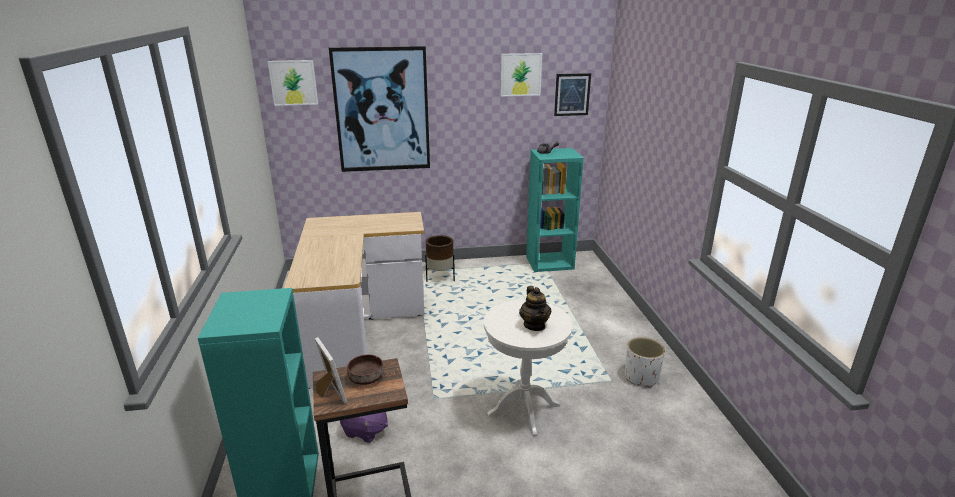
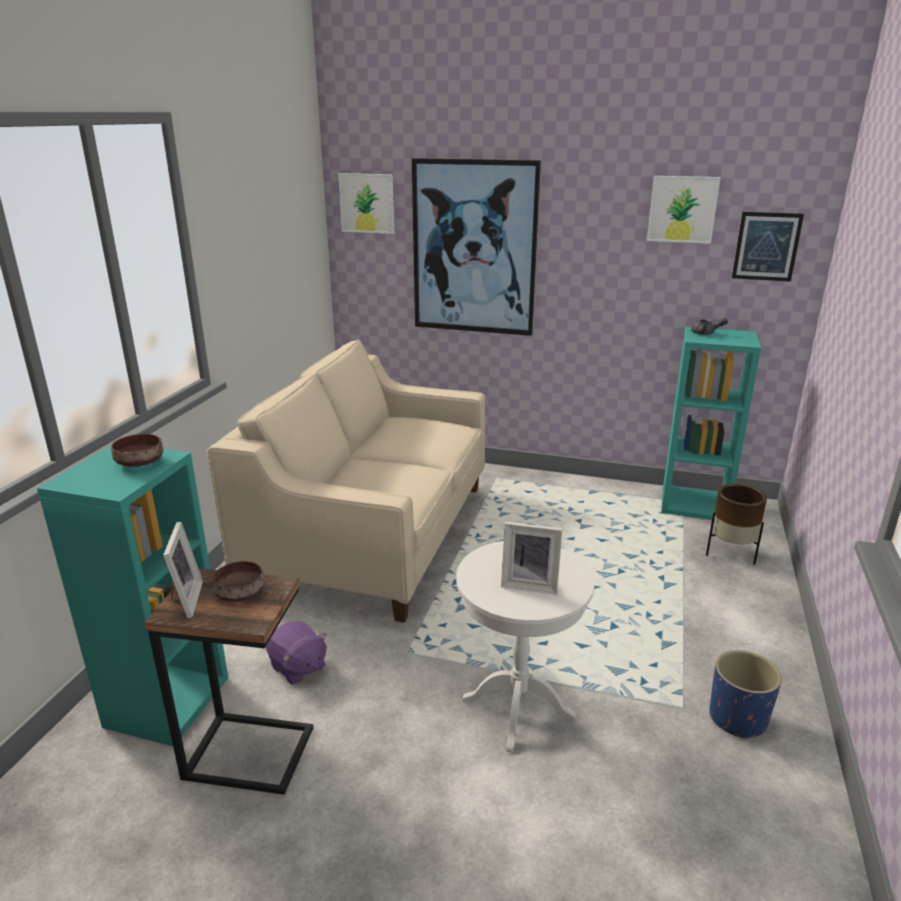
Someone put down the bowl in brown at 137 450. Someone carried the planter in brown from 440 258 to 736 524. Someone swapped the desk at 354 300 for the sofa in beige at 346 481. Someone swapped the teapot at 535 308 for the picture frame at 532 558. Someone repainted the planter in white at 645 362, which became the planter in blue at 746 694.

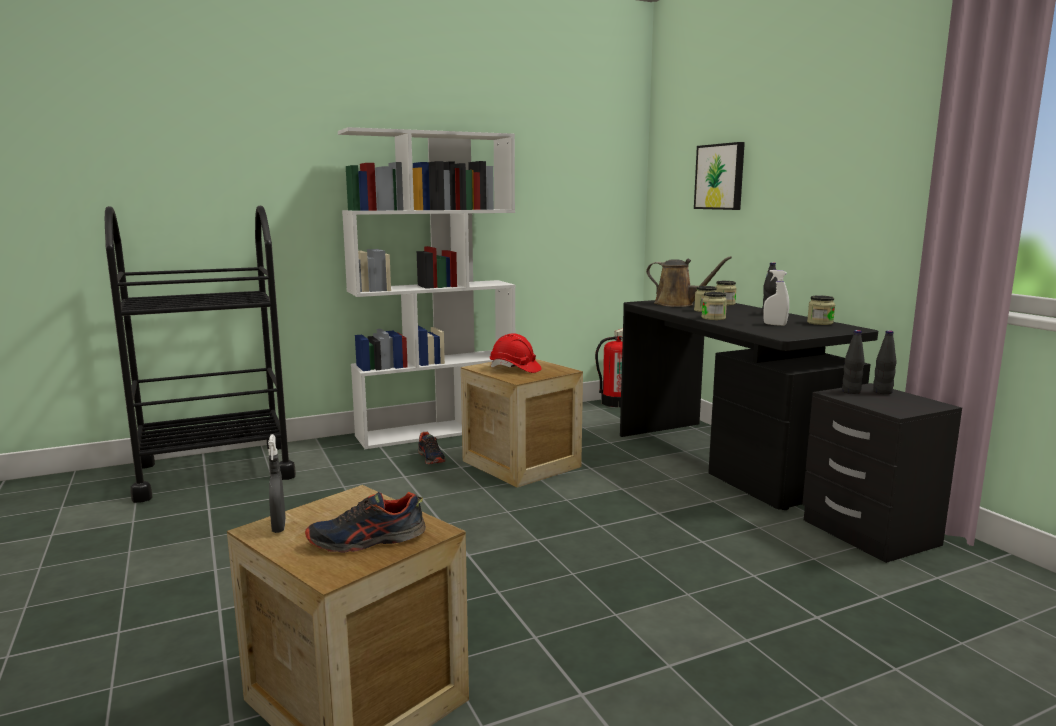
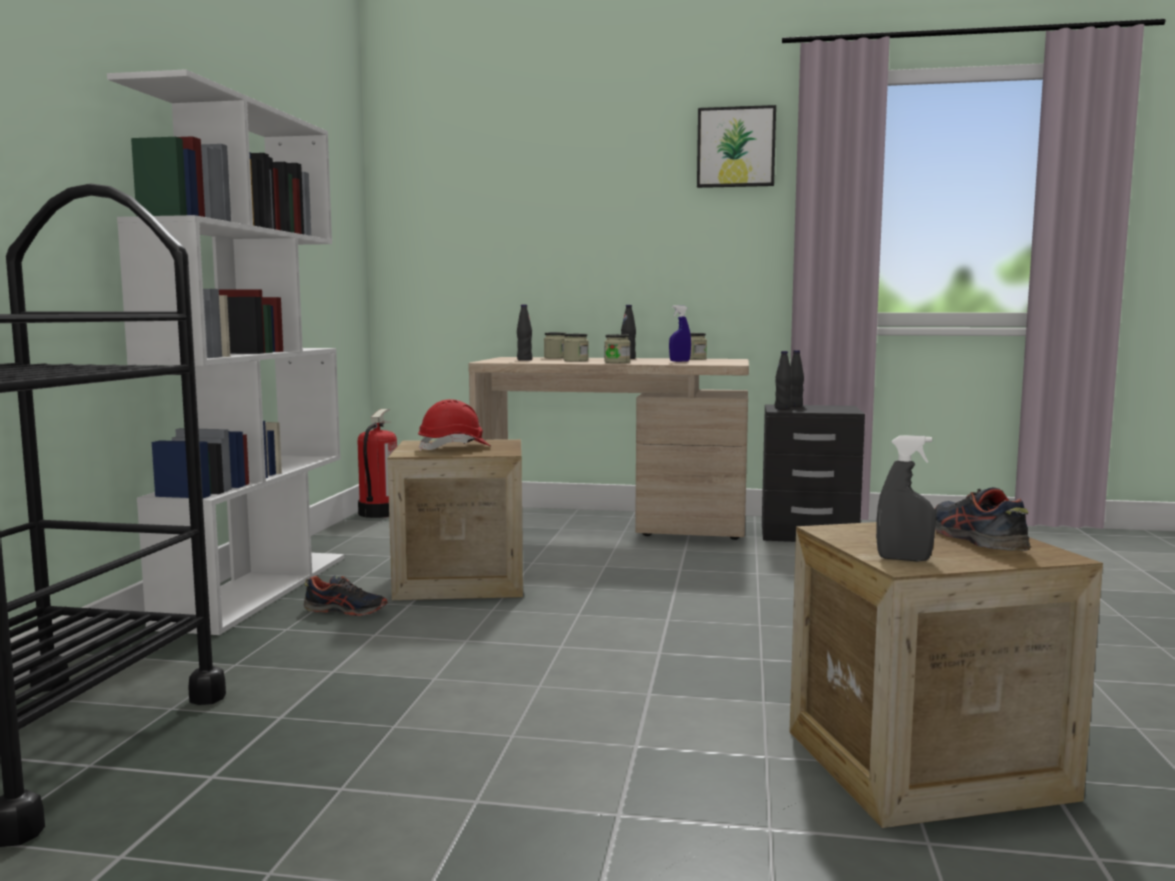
Someone carried the picture from 719 176 to 736 146. Someone swapped the watering can in brown at 689 281 for the bottle in black at 524 332. Someone repainted the desk in black at 749 405, which became the desk in beige at 608 448. Someone repainted the spray bottle in white at 776 298, which became the spray bottle in blue at 680 333. Someone rotated the shoe at 365 522 by 150 degrees clockwise.

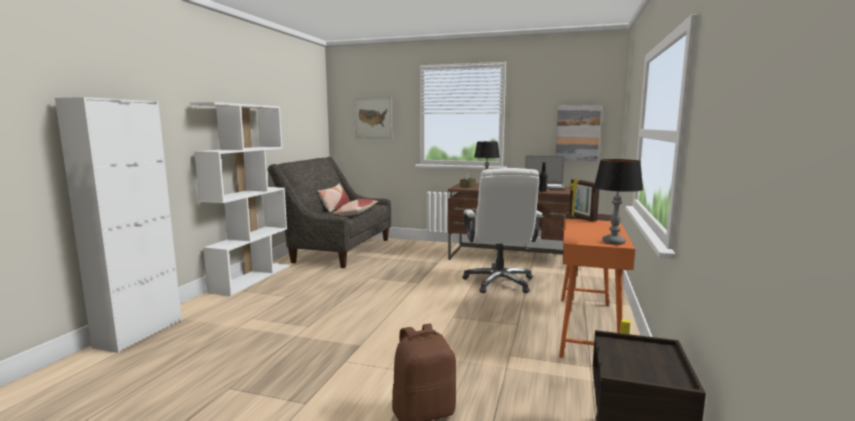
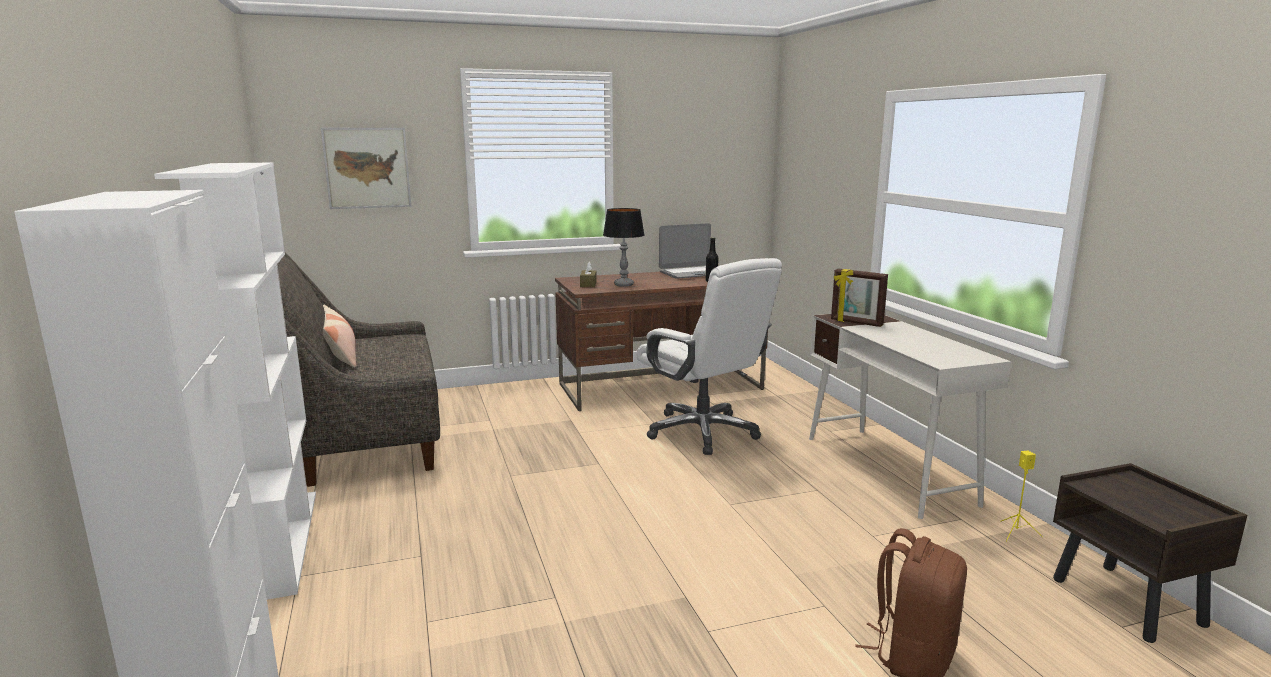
Someone took away the pillow at 355 207. Someone took away the picture at 578 133. Someone took away the table lamp at 618 202. Someone repainted the desk in orange at 597 285, which became the desk in white at 910 416.

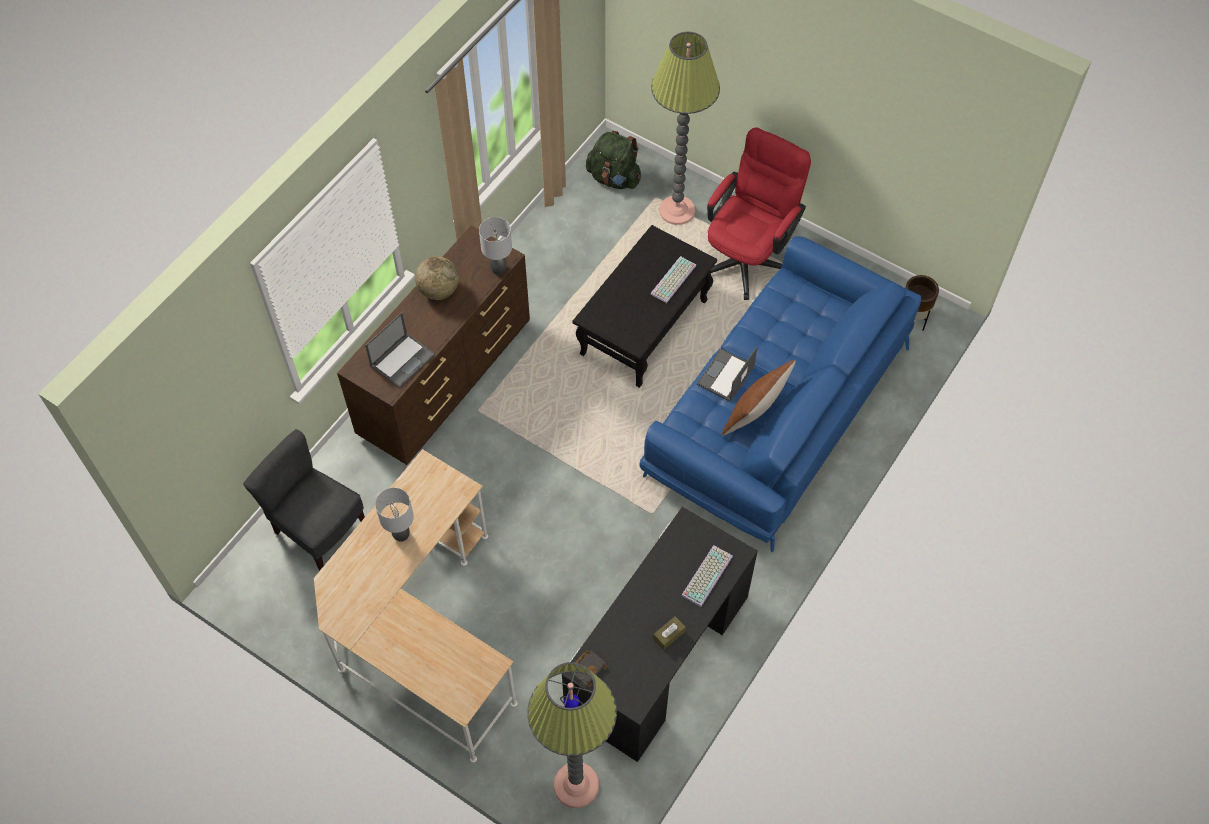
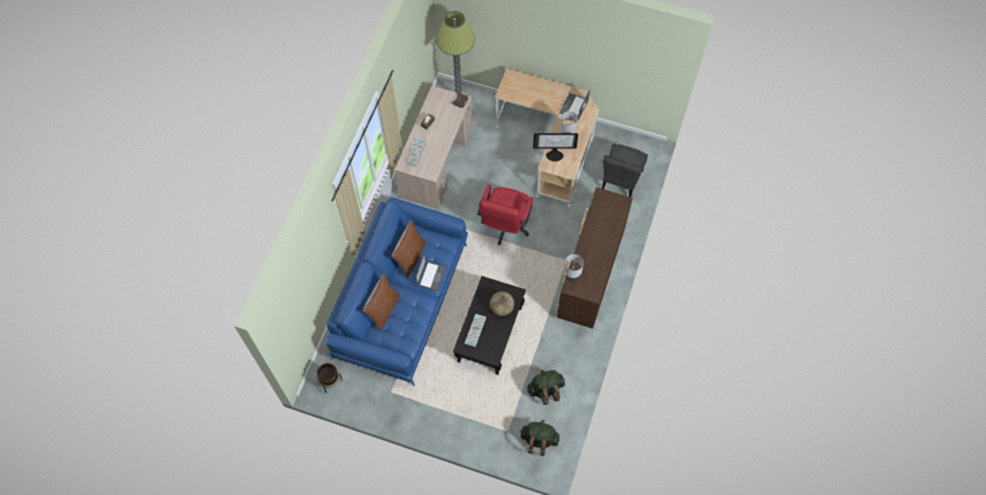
Someone took away the floor lamp at 685 128. Someone put down the pillow in brown at 381 302. Someone put down the backpack in green at 546 387. Someone put down the monitor at 555 147. Someone carried the laptop from 400 350 to 574 105. Someone carried the globe from 437 278 to 502 303. Someone carried the office chair in red from 759 213 to 505 215. Someone repainted the desk in black at 660 634, which became the desk in beige at 434 147. Someone rotated the chair in grey at 304 499 by 90 degrees clockwise.

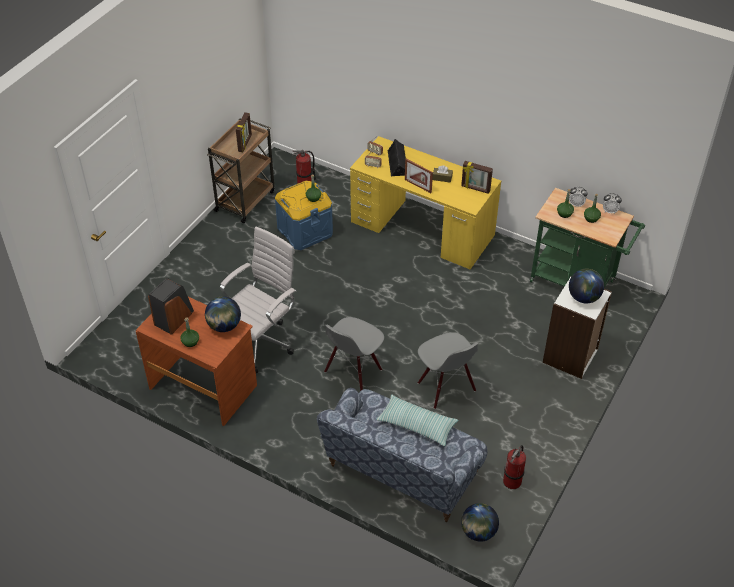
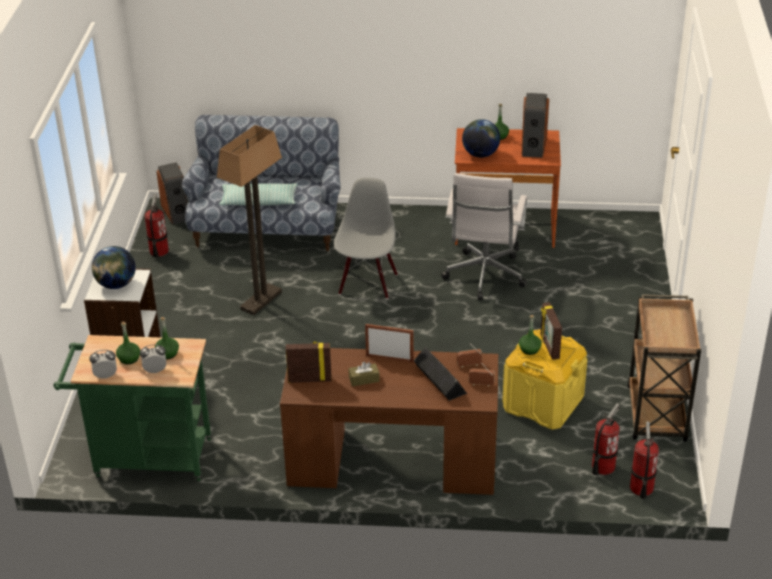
Someone put down the fire extinguisher at 644 460. Someone carried the picture frame from 244 132 to 551 331. Someone swapped the chair in grey at 448 370 for the floor lamp at 249 220. Someone swapped the globe at 480 522 for the speaker at 172 193. Someone repainted the storage box in blue at 304 215, which became the storage box in yellow at 544 379. Someone repainted the desk in yellow at 425 202, which became the desk in brown at 389 421.

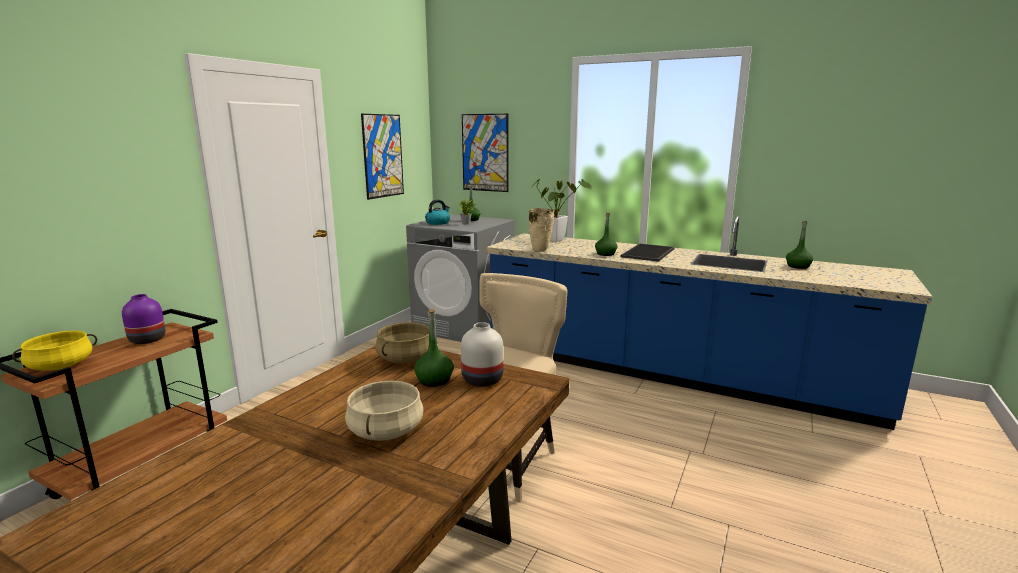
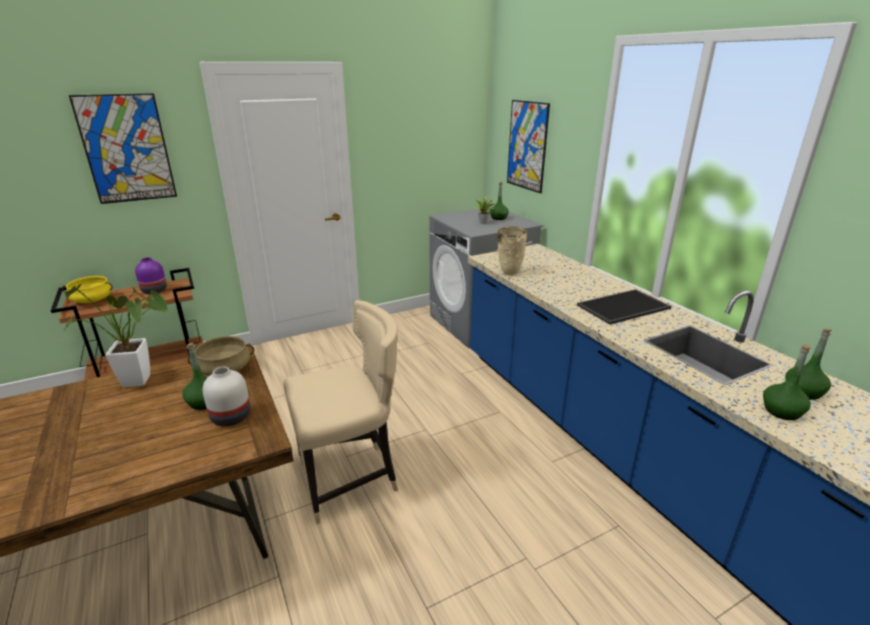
Someone took away the cooking pot in beige at 384 410. Someone took away the kettle at 437 212. Someone carried the picture from 382 157 to 123 148. Someone carried the potted plant from 562 210 to 116 335. Someone carried the bottle in green from 606 234 to 787 382.

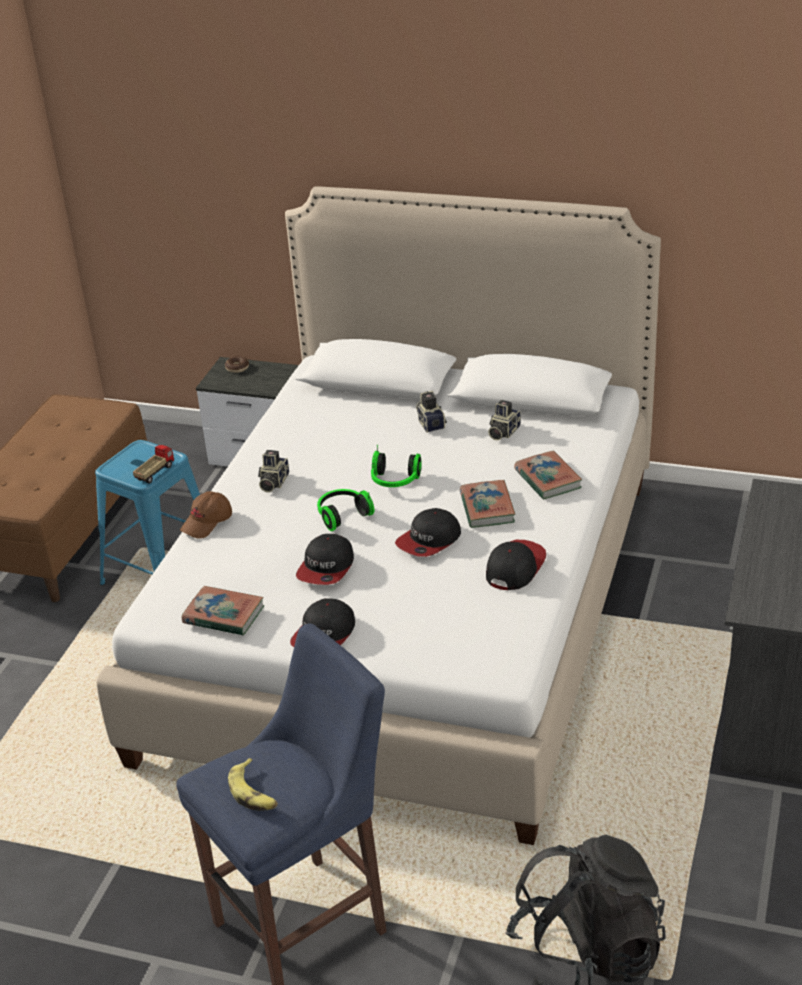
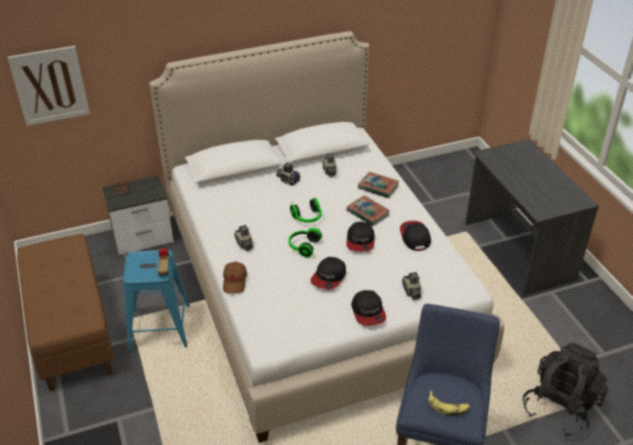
Someone took away the book at 223 611. Someone put up the picture at 48 86. Someone put down the photo camera at 412 286. Someone rotated the cap at 325 559 by 45 degrees clockwise.

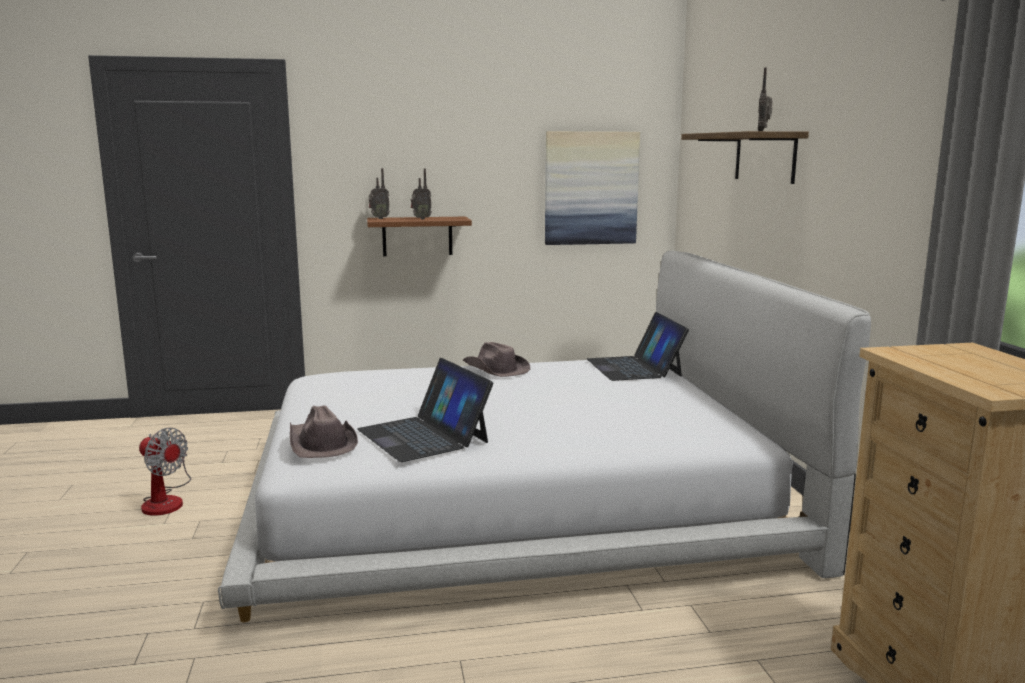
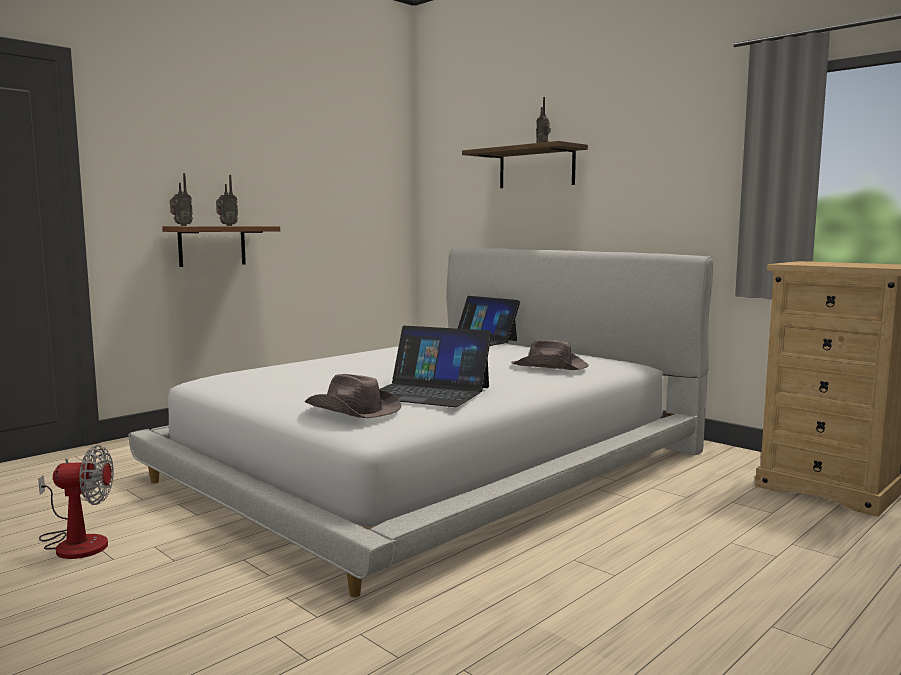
Someone took away the picture at 592 188. Someone carried the hat in brown from 496 359 to 549 355.

